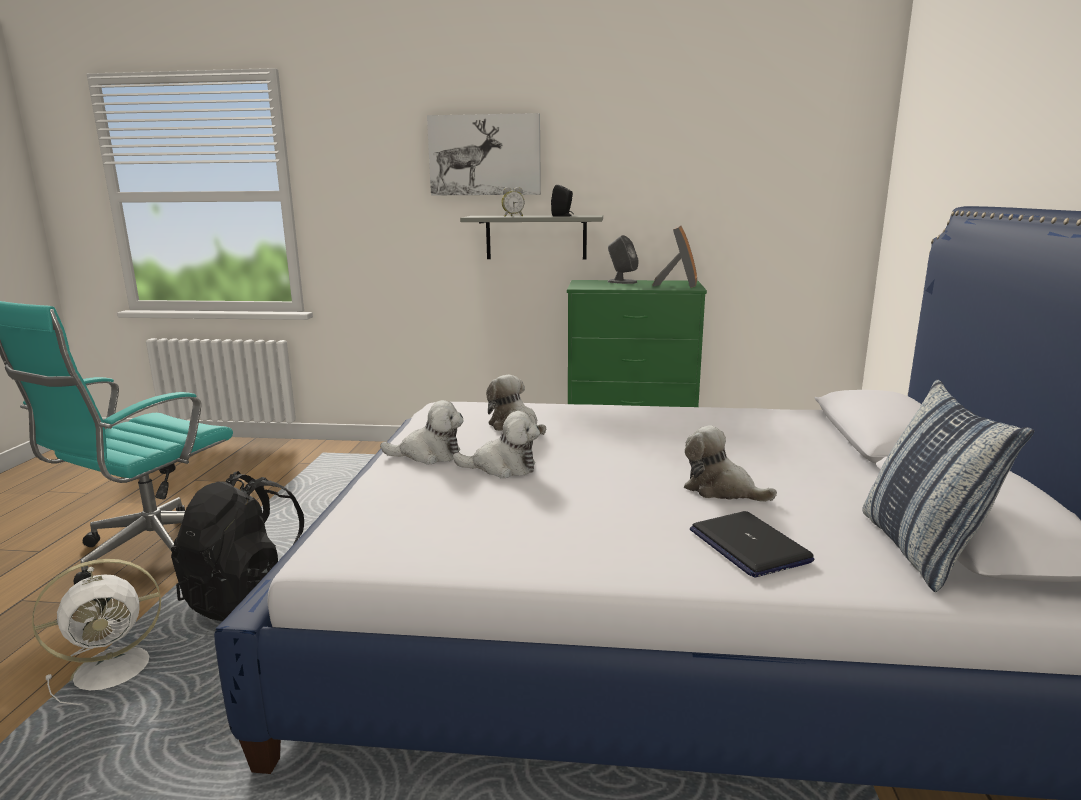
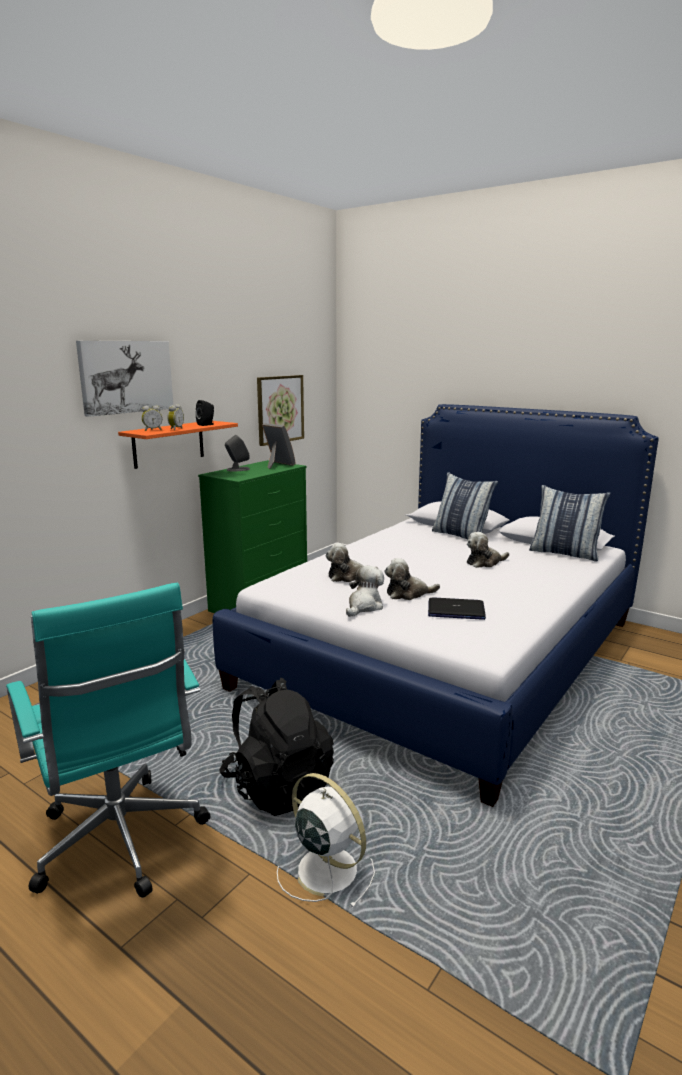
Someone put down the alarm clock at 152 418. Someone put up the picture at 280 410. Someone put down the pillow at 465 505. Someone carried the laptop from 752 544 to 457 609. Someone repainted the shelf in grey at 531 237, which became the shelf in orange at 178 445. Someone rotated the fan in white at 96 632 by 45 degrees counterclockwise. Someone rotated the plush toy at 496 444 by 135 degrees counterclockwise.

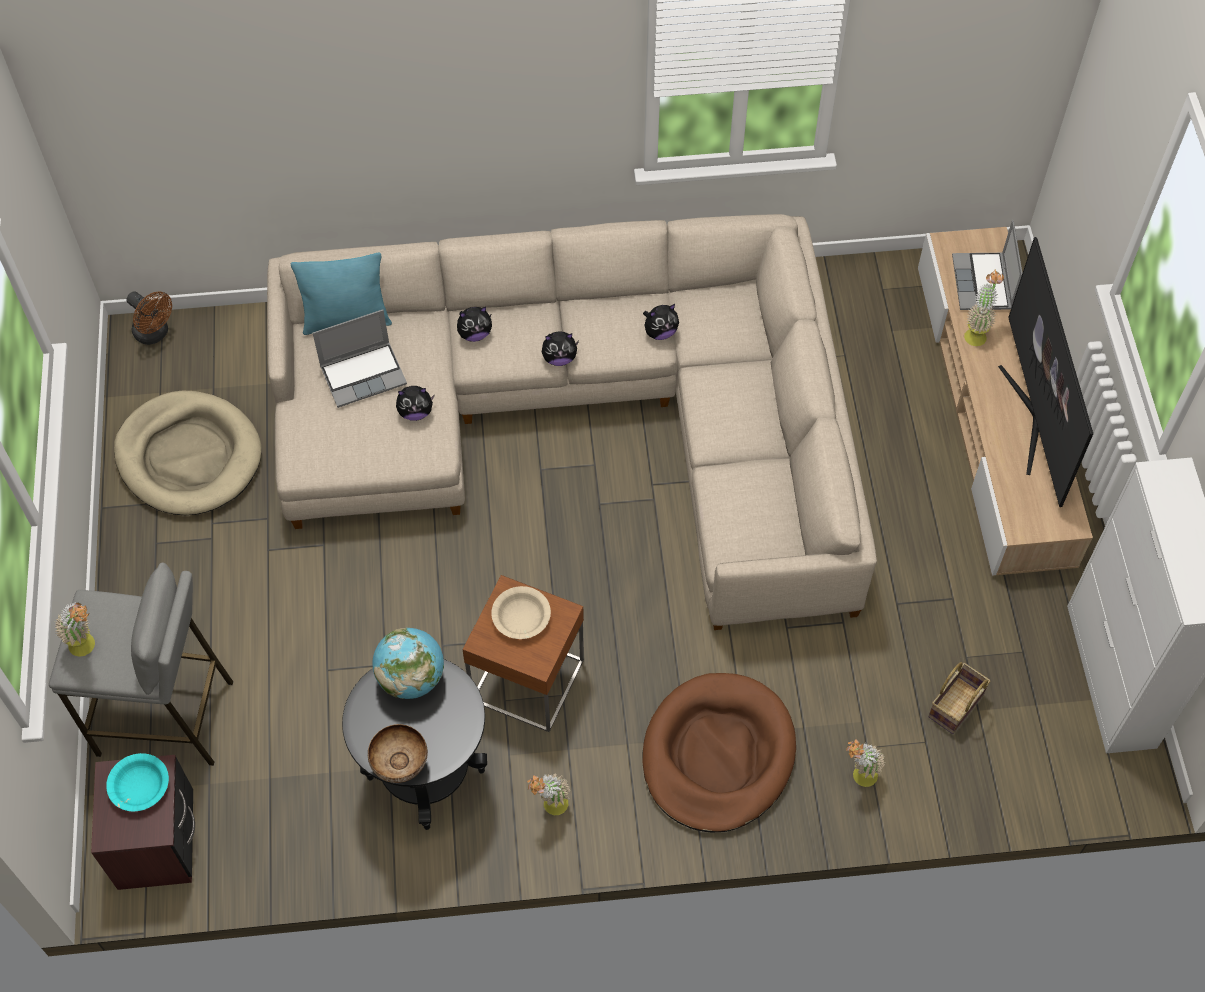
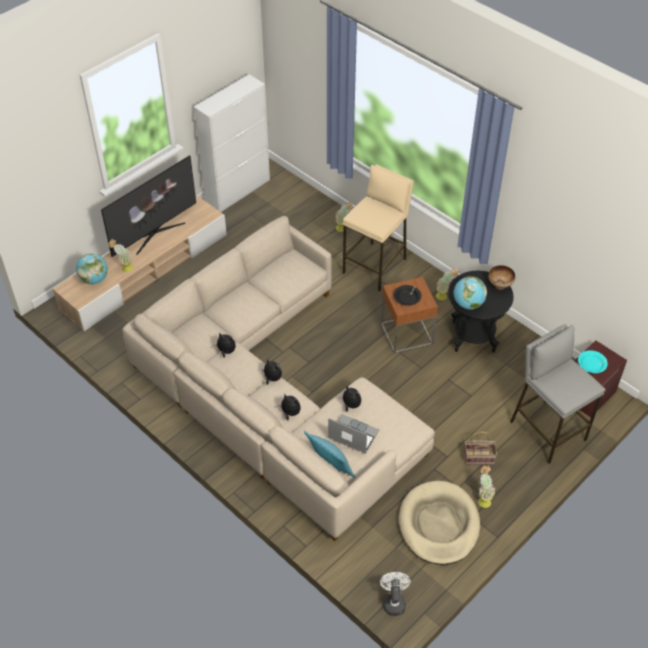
Someone carried the potted plant from 75 629 to 486 486. Someone carried the basket from 959 698 to 480 448. Someone swapped the dog bed in brown at 719 753 for the stool in beige at 378 228. Someone swapped the laptop at 987 265 for the globe at 92 269. Someone repainted the fan in brown at 149 318, which became the fan in white at 395 594. Someone repainted the bowl in beige at 521 612, which became the bowl in black at 407 295.

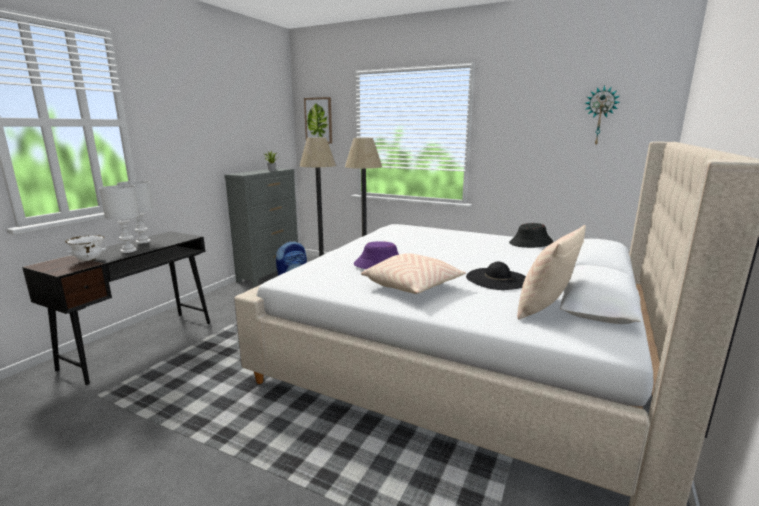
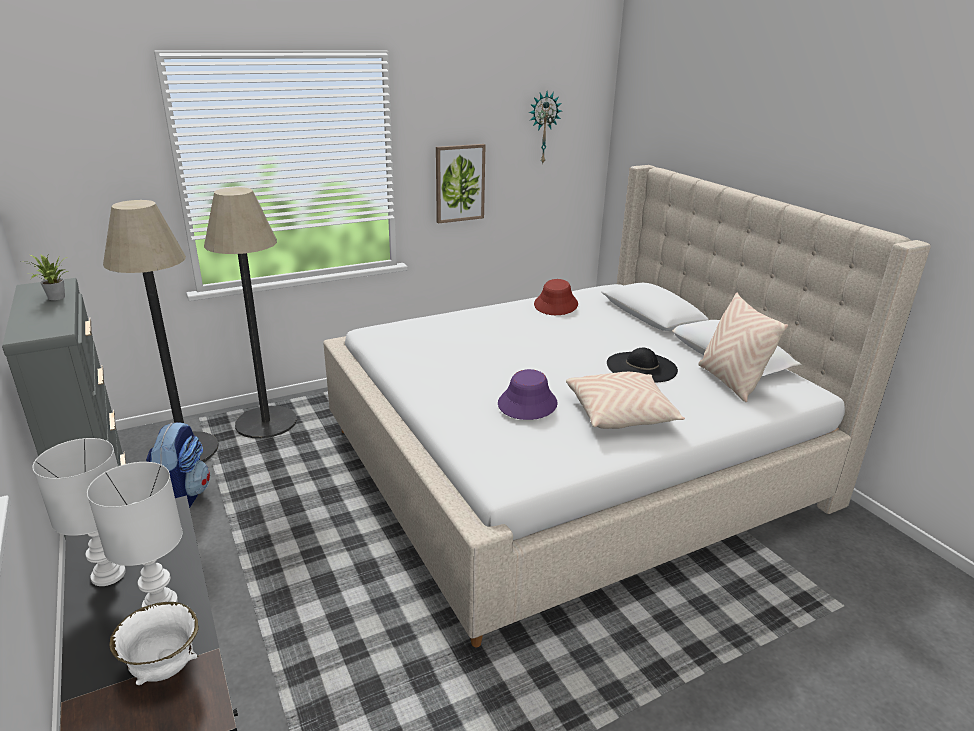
Someone carried the picture from 318 120 to 460 184. Someone repainted the hat in black at 531 235, which became the hat in red at 556 297.

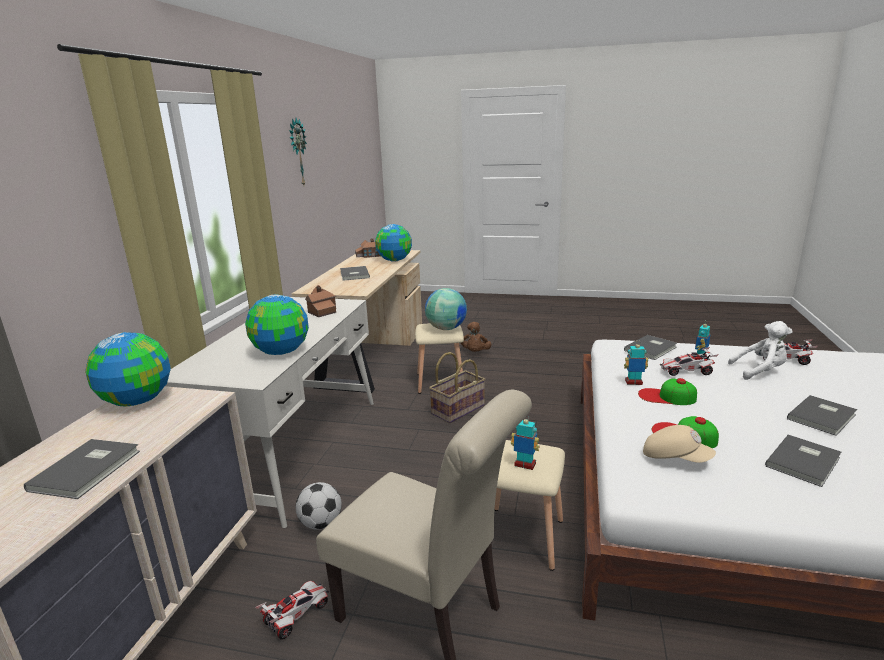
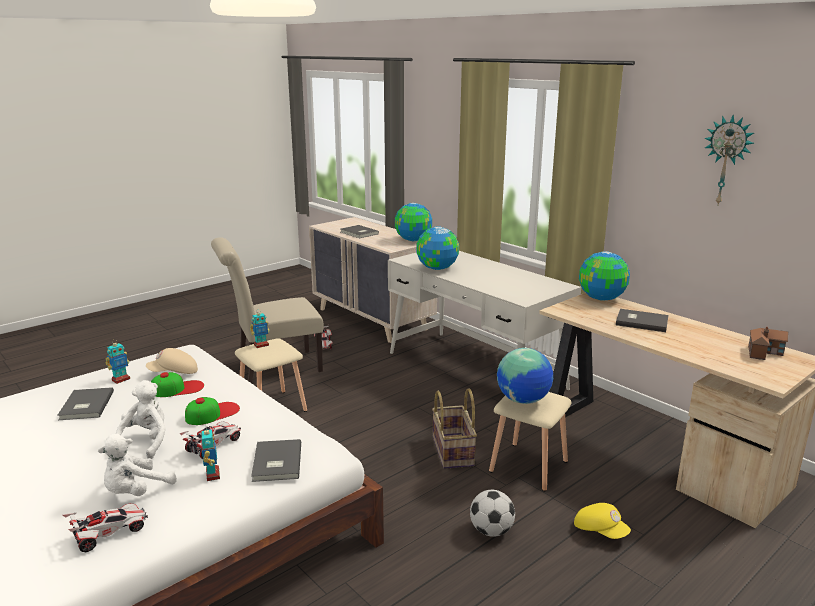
Someone took away the toy house at 320 301. Someone took away the book in grey at 822 415. Someone put down the plush toy in white at 141 419. Someone carried the football from 319 506 to 492 513. Someone carried the globe from 393 243 to 604 276. Someone carried the toy robot from 636 362 to 117 361. Someone swapped the plush toy in brown at 476 337 for the cap in yellow at 602 521.

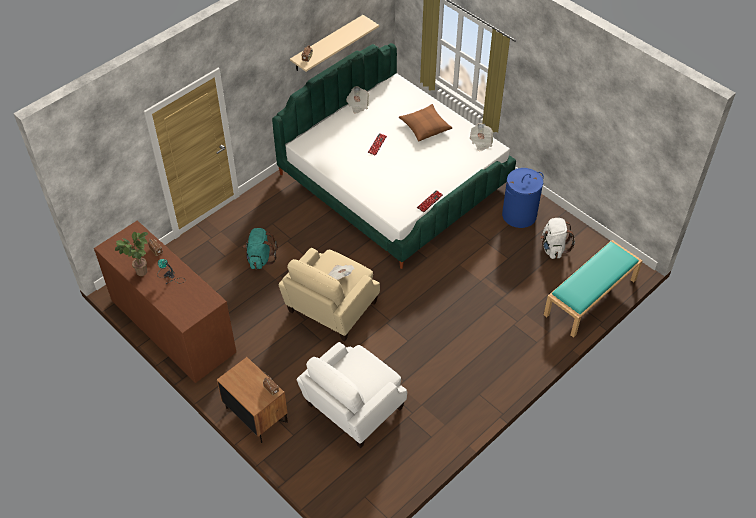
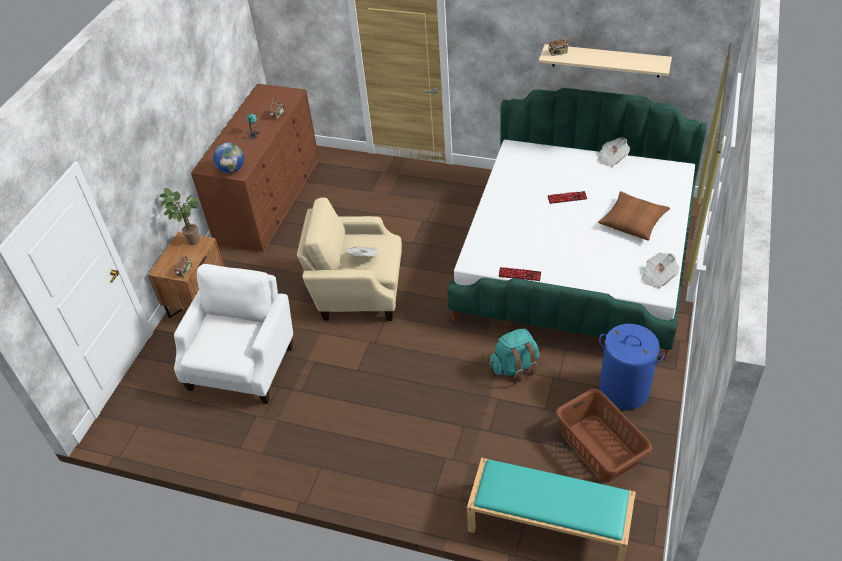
Someone put down the globe at 228 157. Someone carried the potted plant from 131 253 to 179 216. Someone carried the backpack in turquoise from 260 248 to 515 356. Someone swapped the backpack in white at 557 238 for the laundry basket in brown at 604 435. Someone rotated the armchair in white at 352 395 by 90 degrees clockwise.

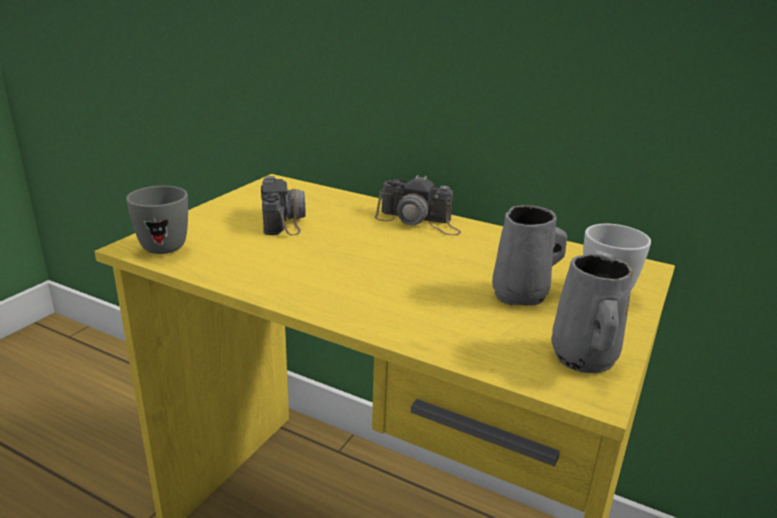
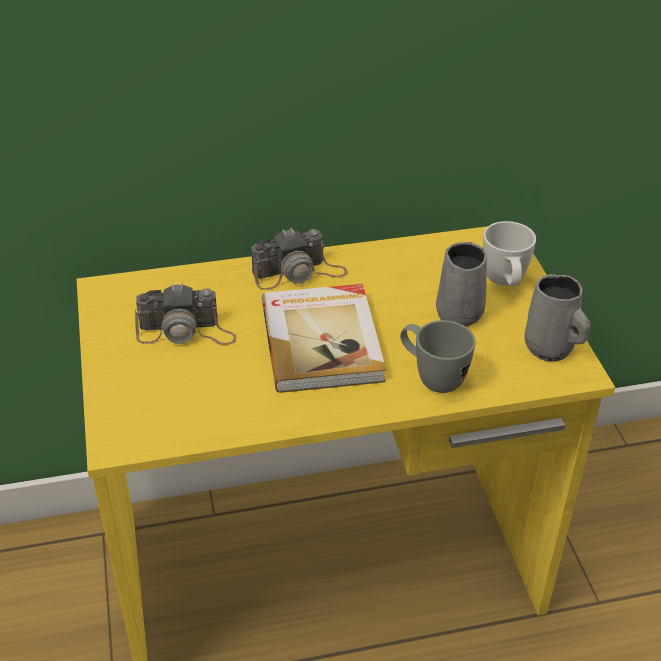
Someone put down the book at 324 338. Someone carried the mug in grey from 157 220 to 437 356. Someone rotated the photo camera at 283 205 by 135 degrees clockwise.

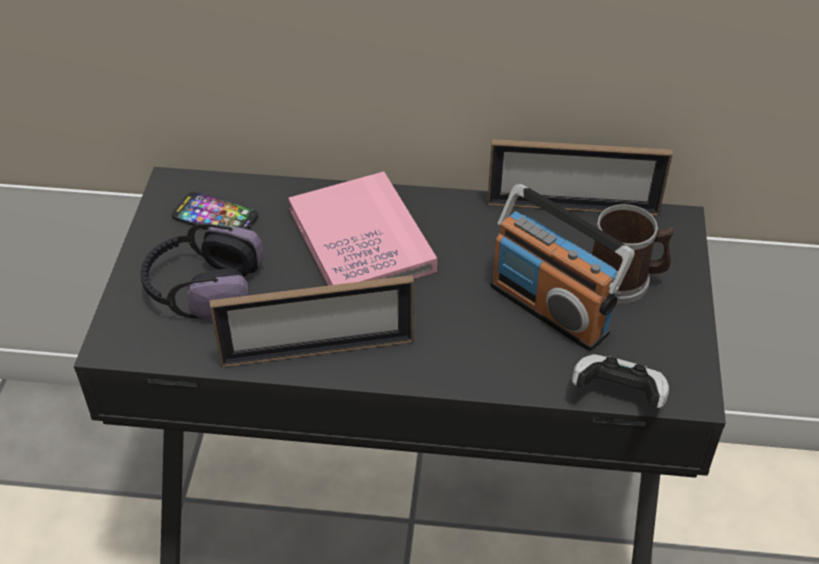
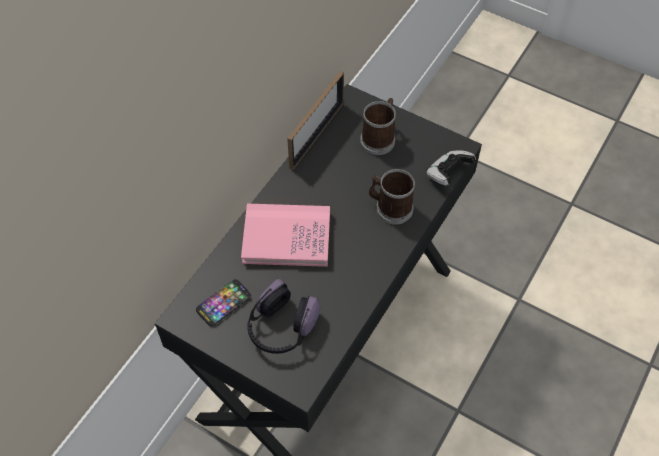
Someone took away the picture frame at 311 321. Someone took away the radio at 563 267. Someone put down the mug at 392 197.

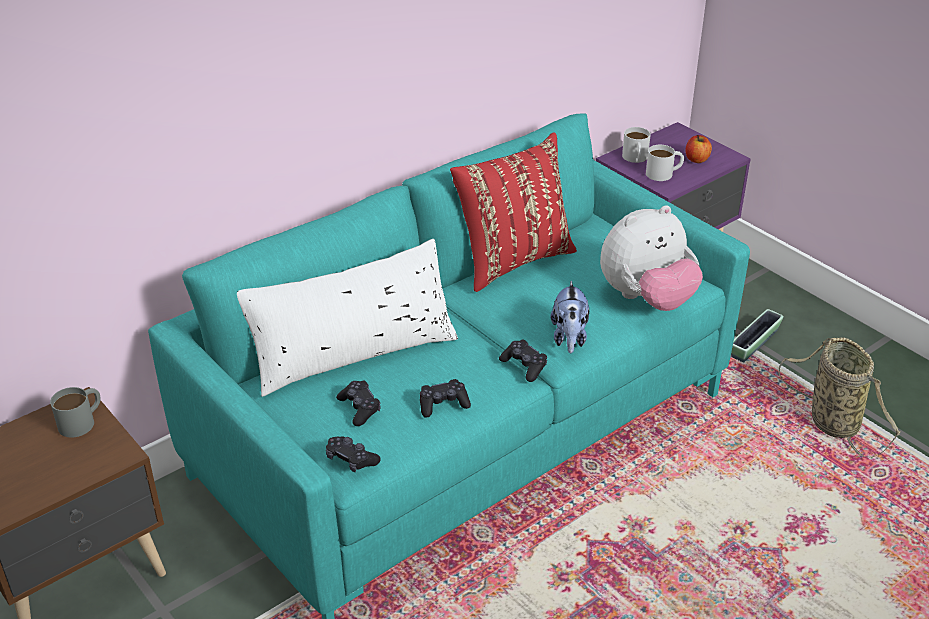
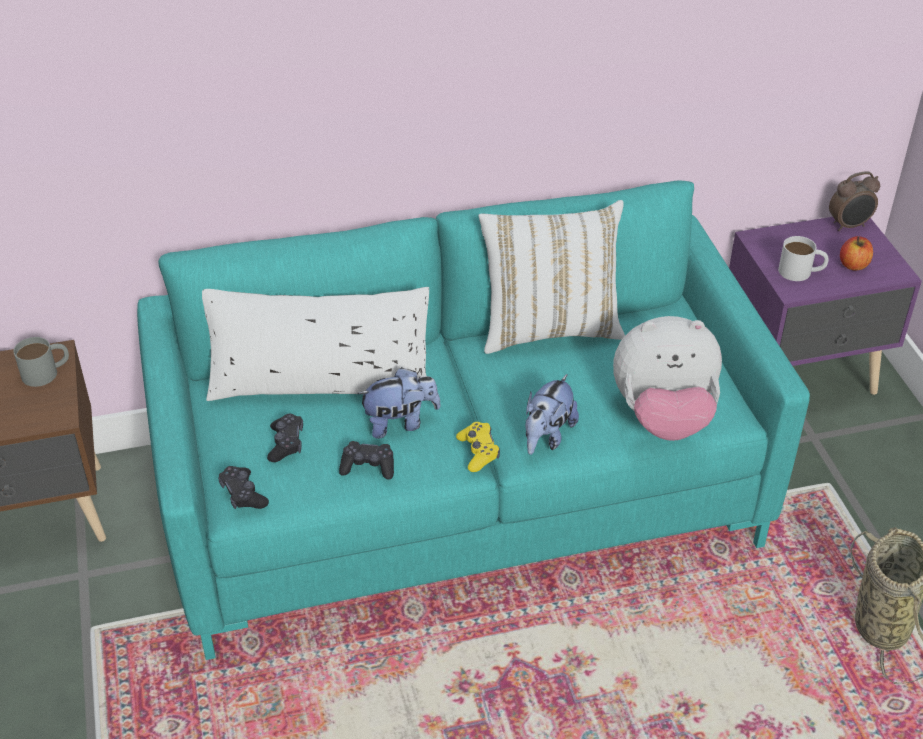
Someone took away the mug in white at 636 145. Someone took away the planter at 757 335. Someone put down the plush toy at 399 403. Someone put down the alarm clock at 854 201. Someone repainted the pillow in red at 513 212, which became the pillow in white at 551 277. Someone repainted the game controller in black at 523 361, which became the game controller in yellow at 478 447.

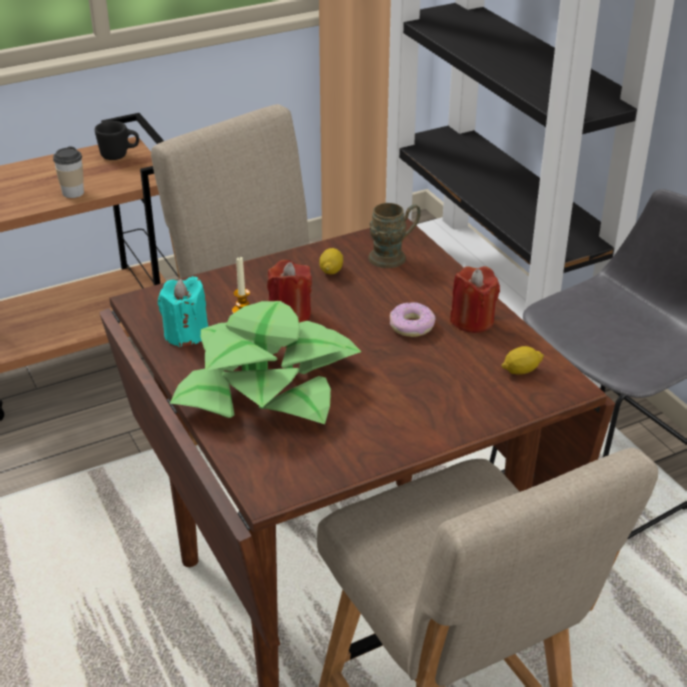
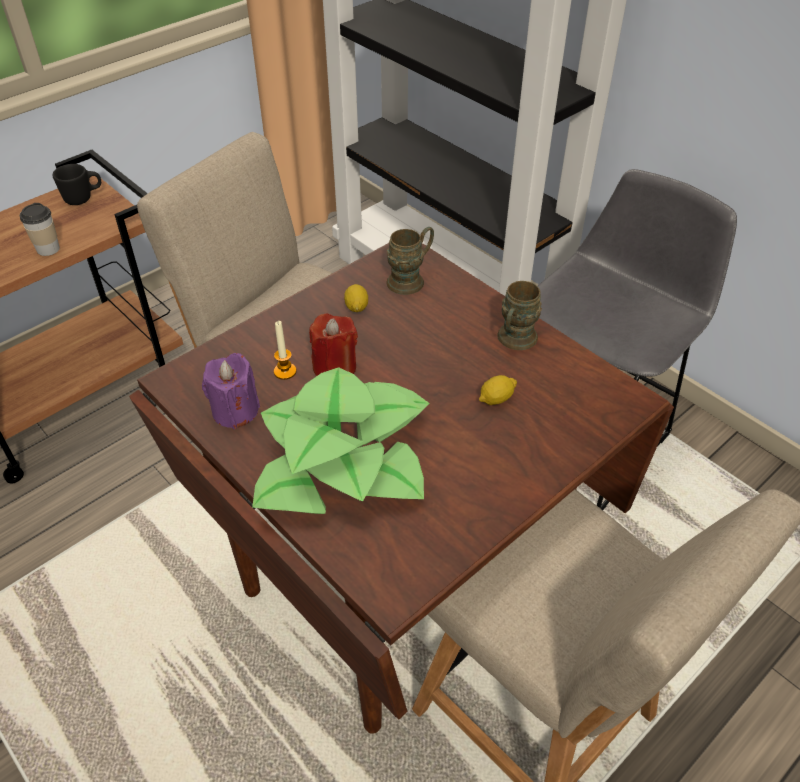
Someone took away the donut at 413 319. Someone carried the lemon from 522 360 to 498 390. Someone swapped the candle in red at 475 299 for the mug in brown at 519 315. Someone repainted the candle in turquoise at 183 311, which became the candle in purple at 231 391.

